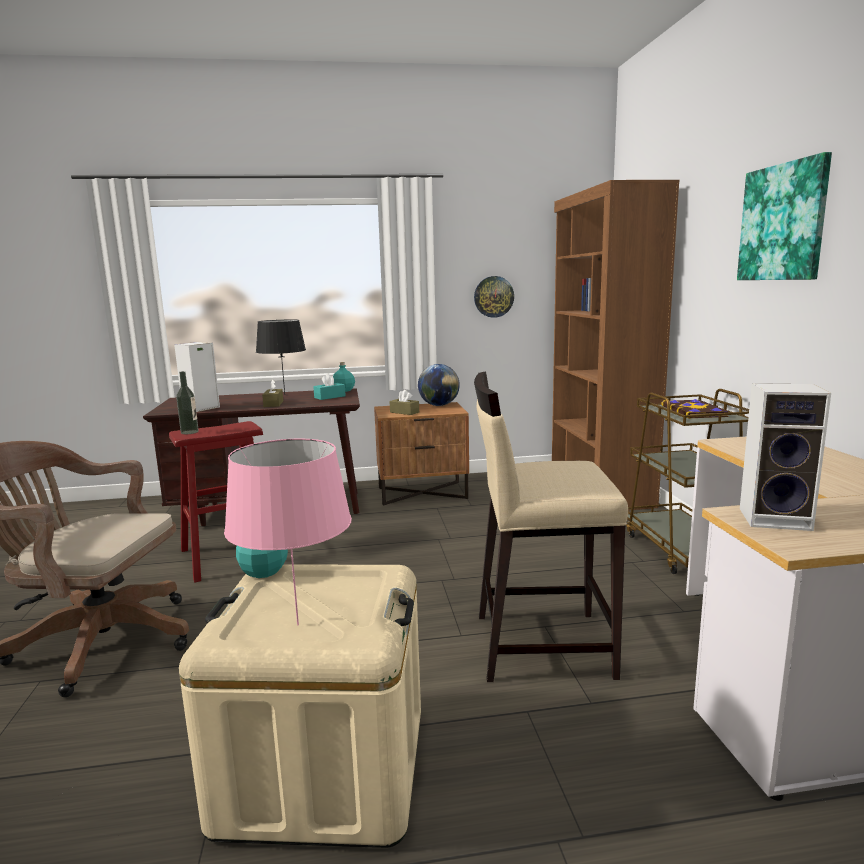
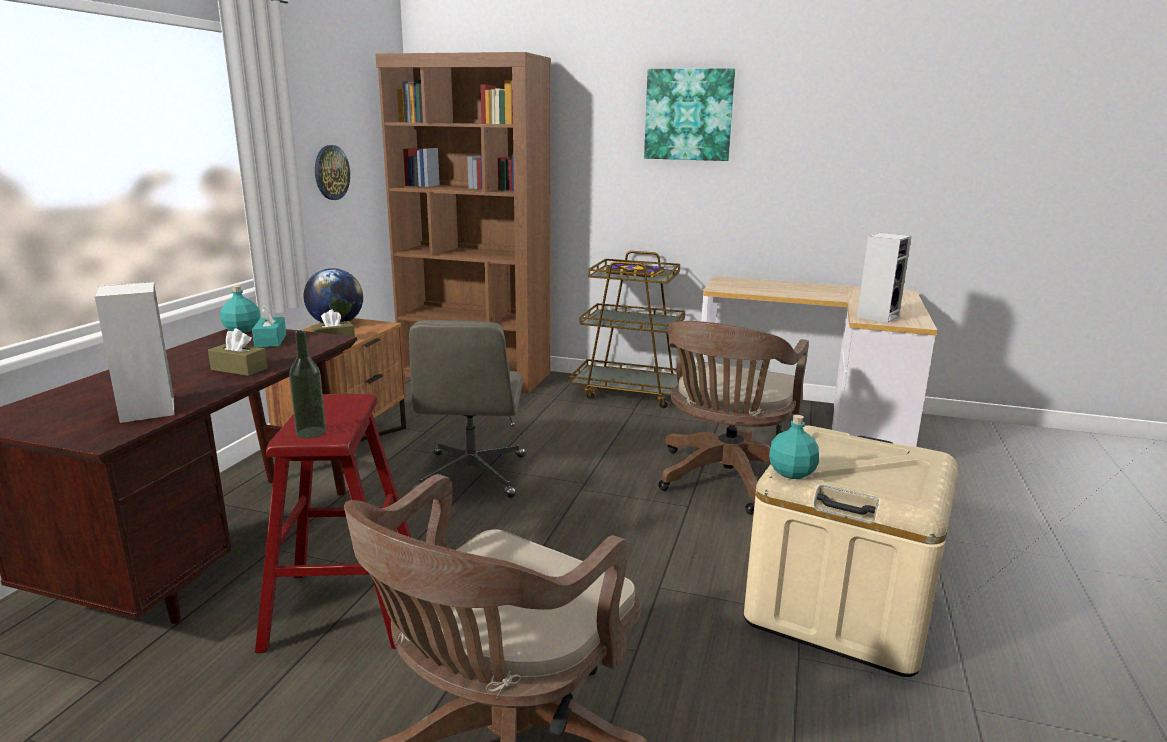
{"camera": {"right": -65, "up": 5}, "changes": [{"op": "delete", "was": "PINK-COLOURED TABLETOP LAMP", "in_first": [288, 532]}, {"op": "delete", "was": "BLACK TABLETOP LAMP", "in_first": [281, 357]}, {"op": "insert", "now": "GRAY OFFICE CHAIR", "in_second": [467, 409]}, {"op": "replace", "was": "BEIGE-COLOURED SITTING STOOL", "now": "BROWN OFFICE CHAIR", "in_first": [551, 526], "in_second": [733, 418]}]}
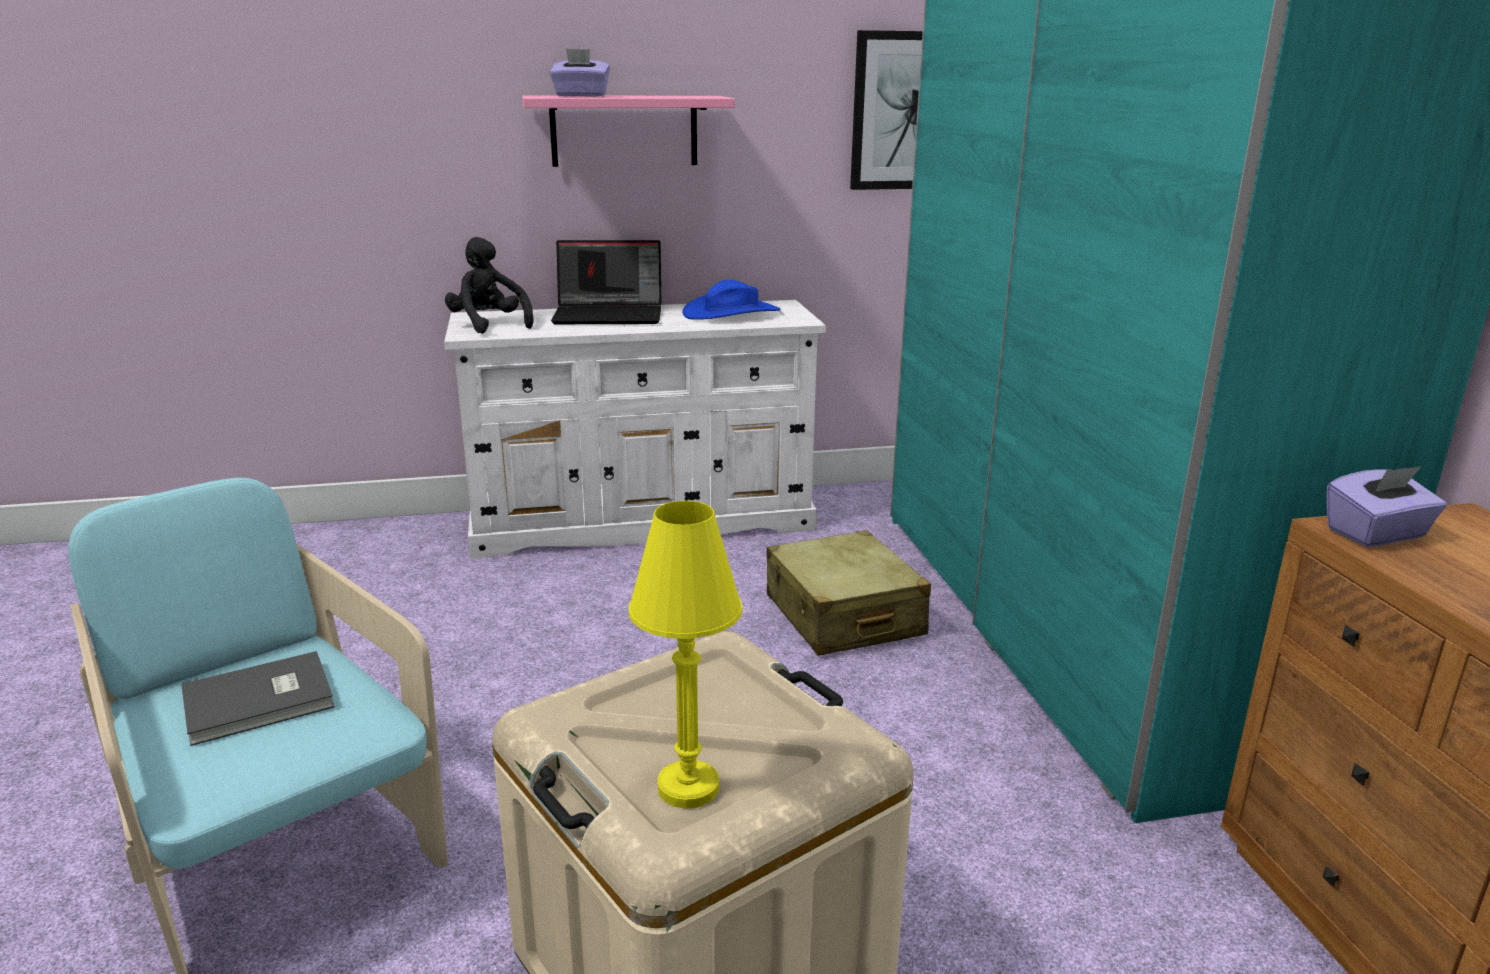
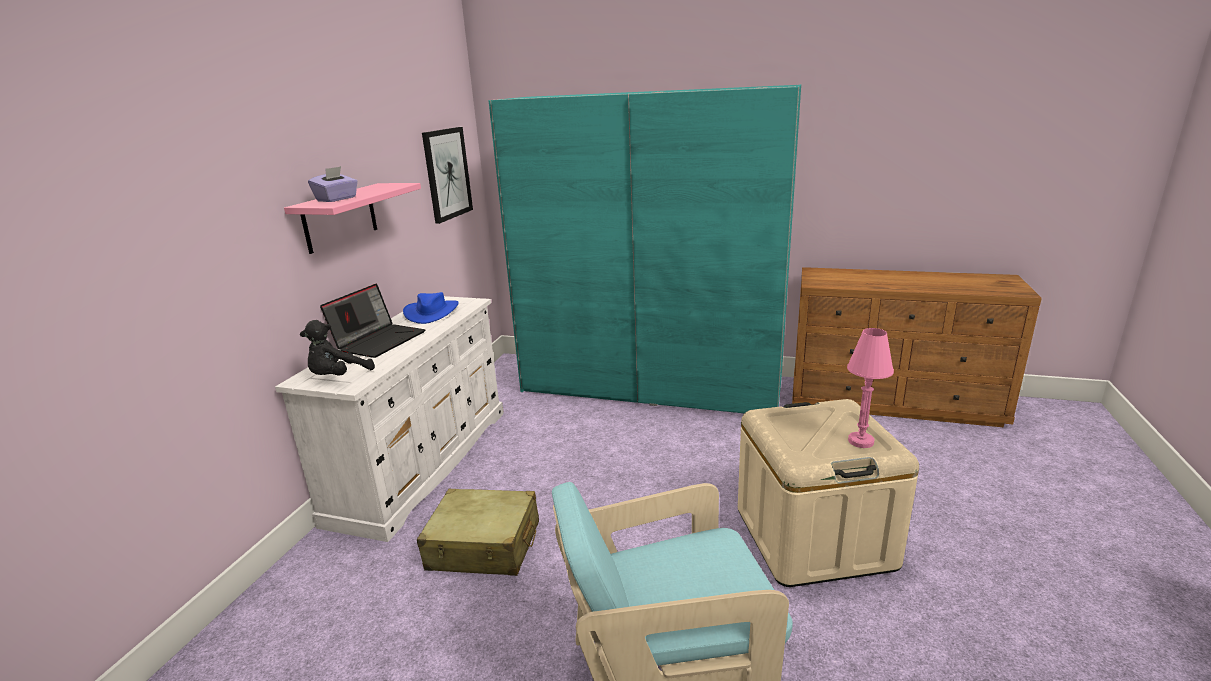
{"camera": {"right": -60, "up": 0}, "changes": [{"op": "delete", "was": "GRAY BOUND BOOK", "in_first": [258, 698]}, {"op": "delete", "was": "PURPLE TISSUE BOX", "in_first": [1387, 506]}, {"op": "move", "was": "BEIGE-COLOURED PIECE OF LUGGAGE", "in_first": [849, 593], "in_second": [478, 532]}, {"op": "recolor", "was": "YELLOWISH TABLETOP LAMP", "now": "PINK-COLOURED TABLETOP LAMP", "in_first": [686, 655], "in_second": [870, 388]}, {"op": "rotate", "was": "BLACK SOFT TOY", "in_first": [489, 285], "in_second": [337, 348], "clockwise": -45}]}
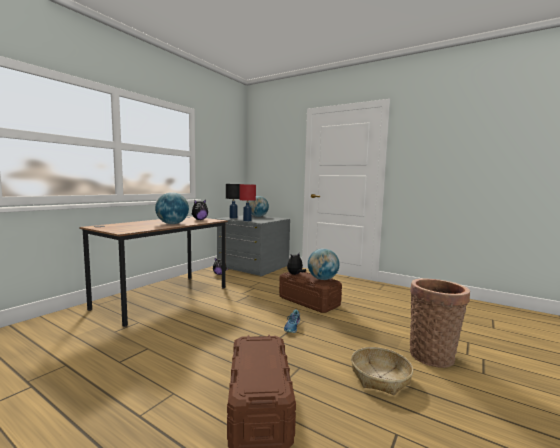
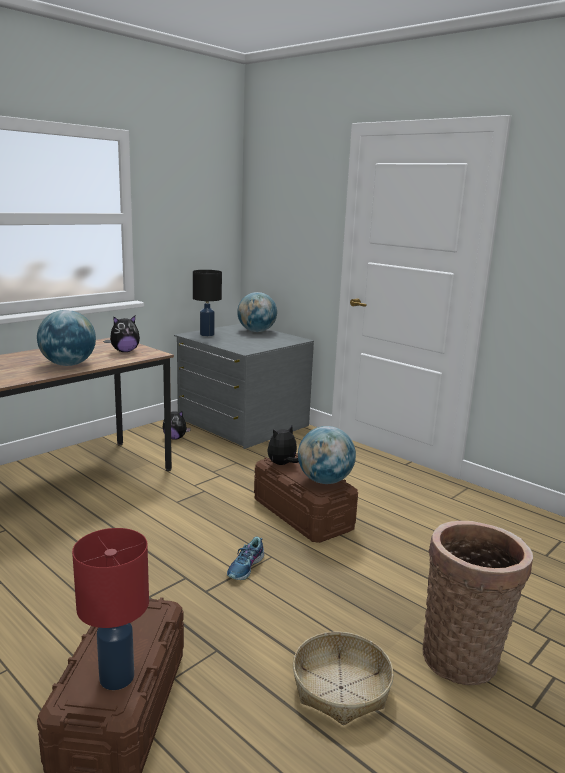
{"camera": {"right": 10, "up": 10}, "changes": [{"op": "move", "was": "RED TABLETOP LAMP", "in_first": [247, 202], "in_second": [110, 609]}]}
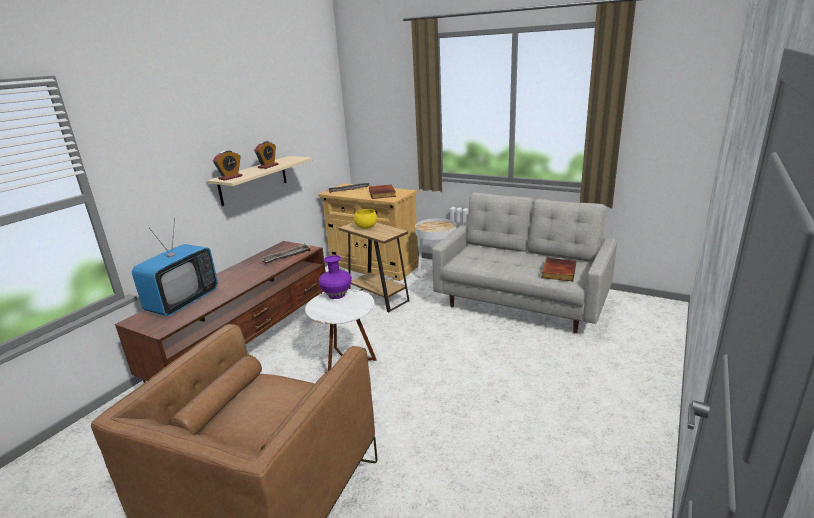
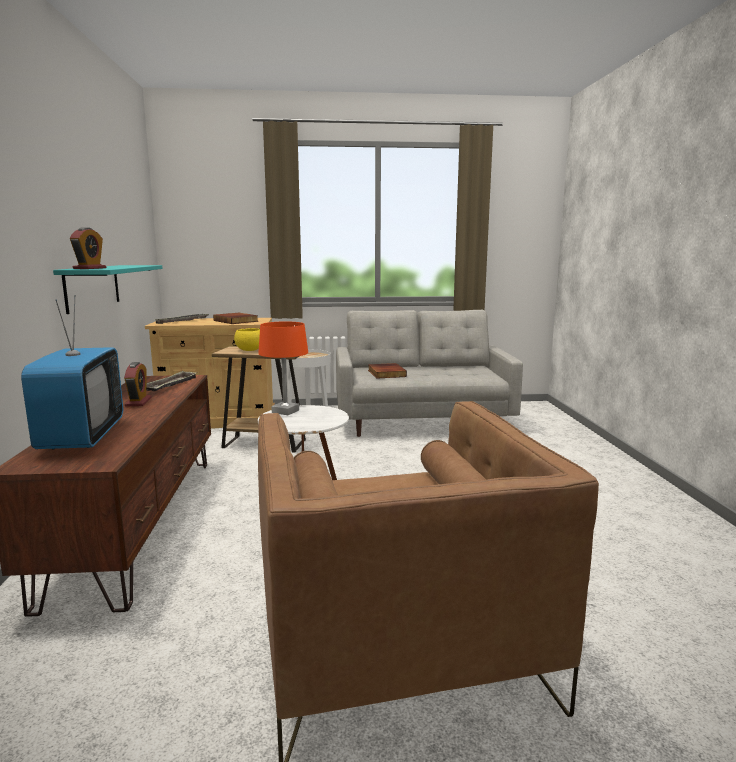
{"camera": {"right": -35, "up": -10}, "changes": [{"op": "move", "was": "ALARM CLOCK", "in_first": [266, 155], "in_second": [137, 384]}, {"op": "move", "was": "BOUND BOOK", "in_first": [558, 269], "in_second": [387, 371]}, {"op": "replace", "was": "PURPLE VASE", "now": "ORANGE TABLETOP LAMP", "in_first": [335, 277], "in_second": [283, 368]}, {"op": "recolor", "was": "BEIGE-COLOURED WALL SHELF", "now": "TURQUOISE-COLOURED WALL SHELF", "in_first": [259, 181], "in_second": [108, 289]}]}
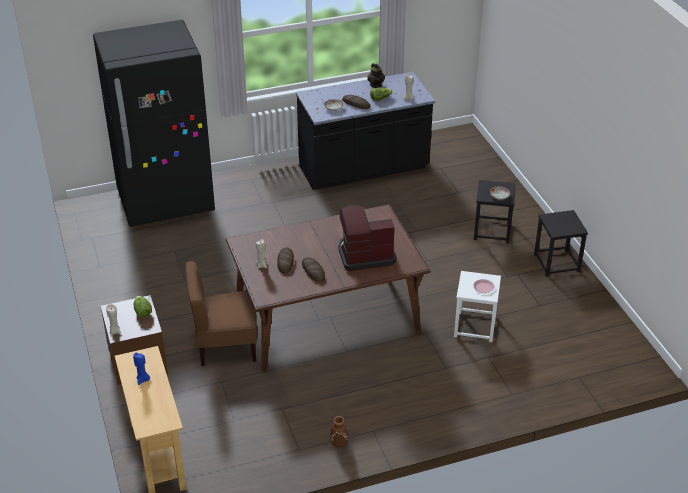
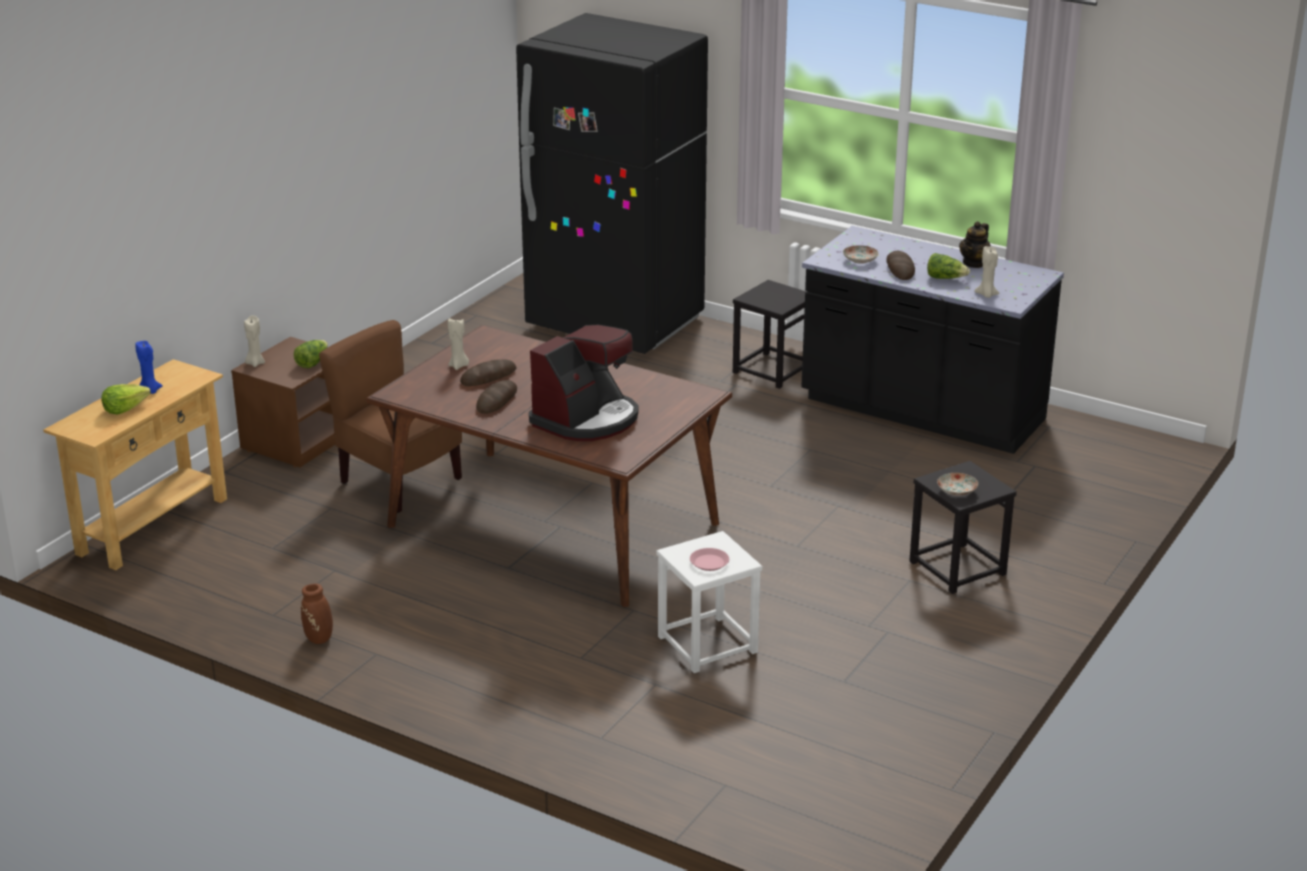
{"camera": {"right": 50, "up": -10}, "changes": [{"op": "insert", "now": "LETTUCE", "in_second": [126, 399]}, {"op": "move", "was": "BLACK SITTING STOOL", "in_first": [561, 243], "in_second": [769, 334]}, {"op": "rotate", "was": "COFFEE MACHINE", "in_first": [367, 238], "in_second": [584, 383], "clockwise": 90}]}
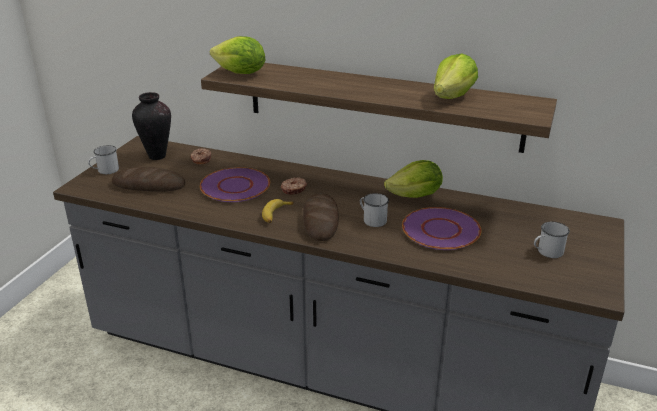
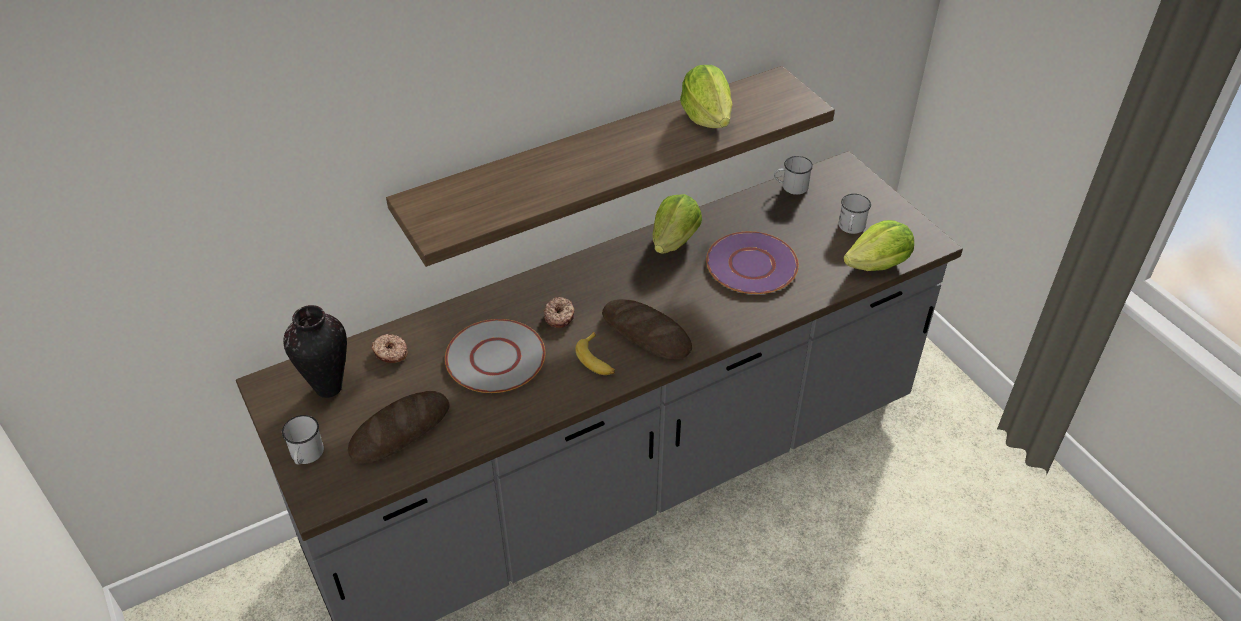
{"camera": {"right": -50, "up": 15}, "changes": [{"op": "move", "was": "LETTUCE", "in_first": [237, 55], "in_second": [878, 245]}, {"op": "move", "was": "WHITE TEA MUG", "in_first": [374, 210], "in_second": [793, 175]}, {"op": "recolor", "was": "PURPLE FLAT DISH", "now": "GRAY FLAT DISH", "in_first": [235, 184], "in_second": [495, 356]}]}
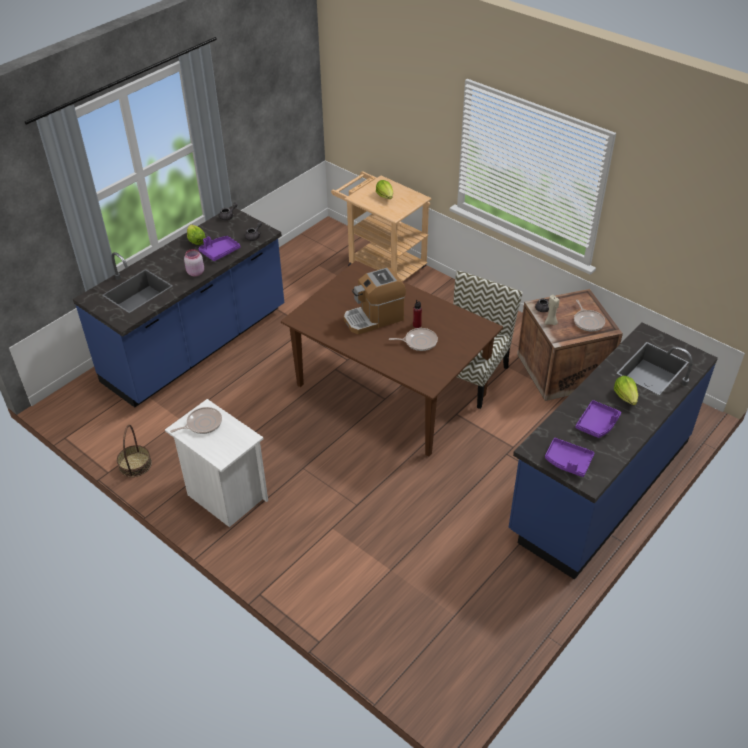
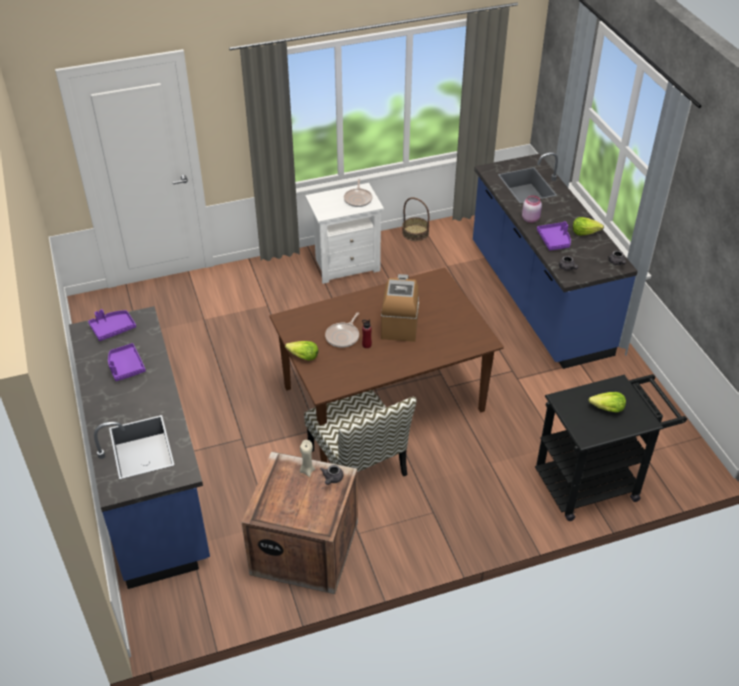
{"camera": {"right": 120, "up": 0}, "changes": [{"op": "delete", "was": "PAN", "in_first": [589, 315]}, {"op": "move", "was": "LETTUCE", "in_first": [626, 390], "in_second": [302, 351]}, {"op": "recolor", "was": "BEIGE-COLOURED WHEELED CART", "now": "BLACK WHEELED CART", "in_first": [381, 226], "in_second": [611, 447]}]}
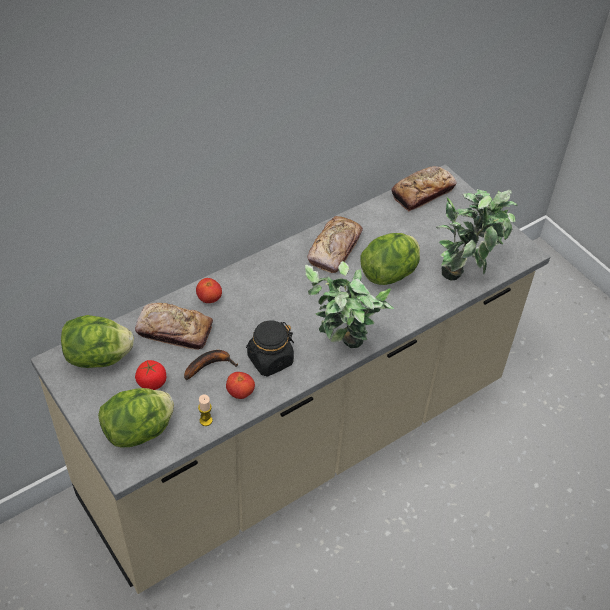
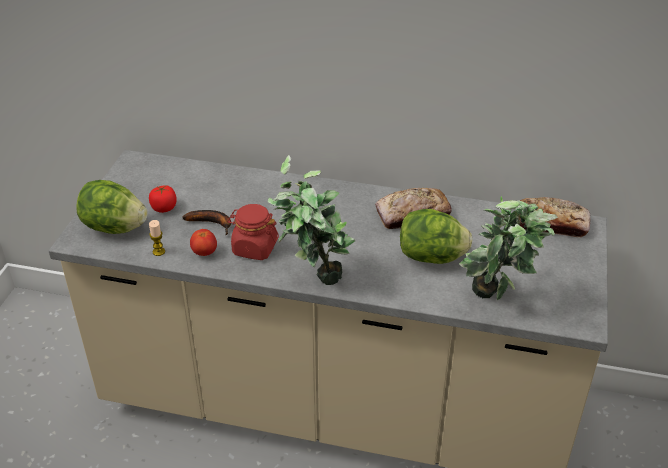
{"camera": {"right": 50, "up": -10}, "changes": [{"op": "delete", "was": "LETTUCE", "in_first": [97, 341]}, {"op": "delete", "was": "BAKED BREAD", "in_first": [174, 326]}, {"op": "delete", "was": "FRESH TOMATO", "in_first": [209, 290]}, {"op": "recolor", "was": "BLACK JAR", "now": "RED JAR", "in_first": [270, 348], "in_second": [253, 232]}]}
